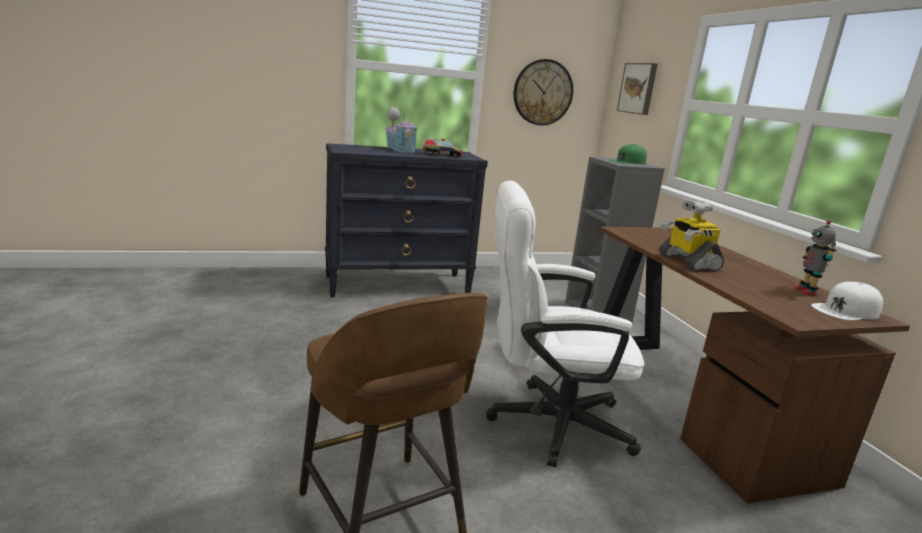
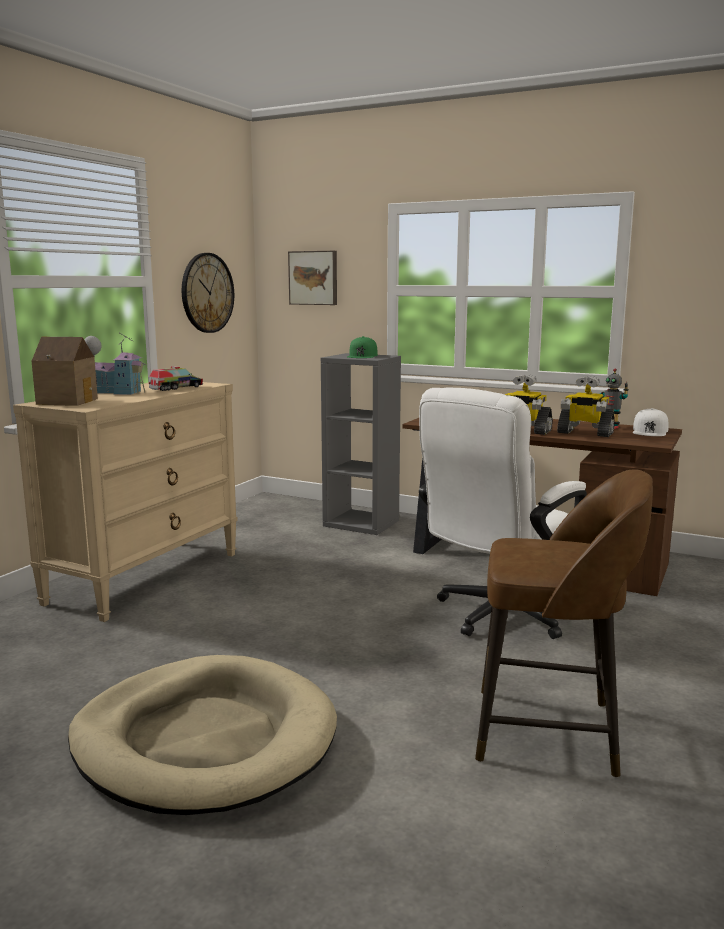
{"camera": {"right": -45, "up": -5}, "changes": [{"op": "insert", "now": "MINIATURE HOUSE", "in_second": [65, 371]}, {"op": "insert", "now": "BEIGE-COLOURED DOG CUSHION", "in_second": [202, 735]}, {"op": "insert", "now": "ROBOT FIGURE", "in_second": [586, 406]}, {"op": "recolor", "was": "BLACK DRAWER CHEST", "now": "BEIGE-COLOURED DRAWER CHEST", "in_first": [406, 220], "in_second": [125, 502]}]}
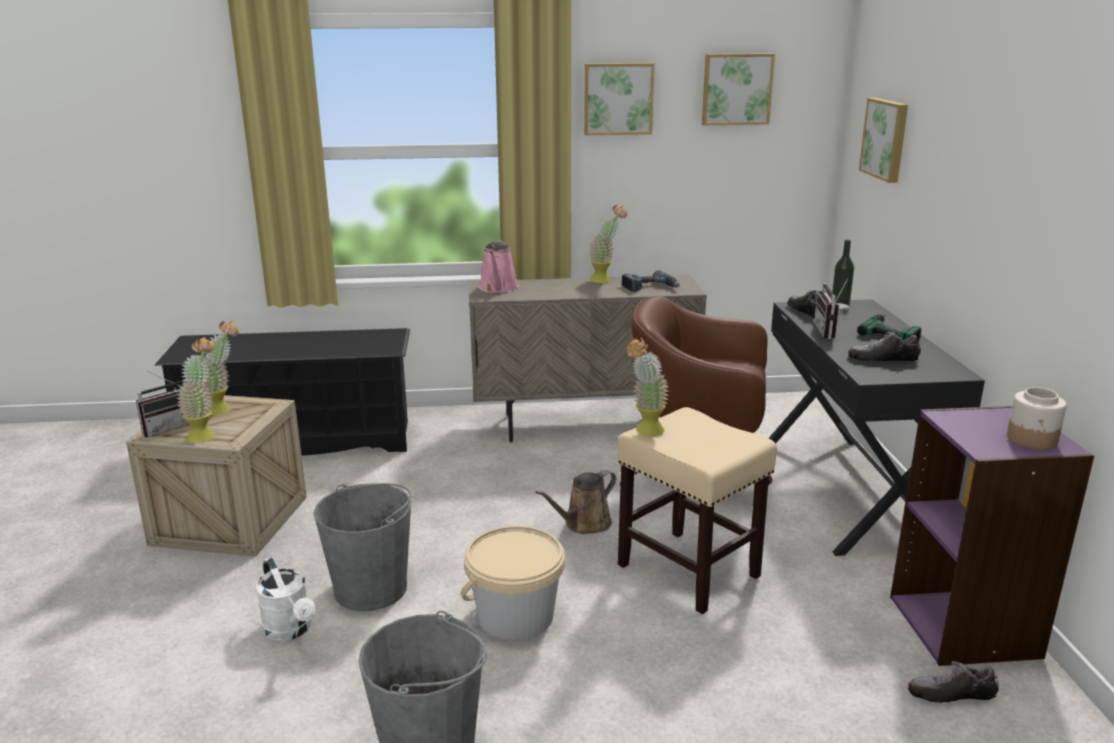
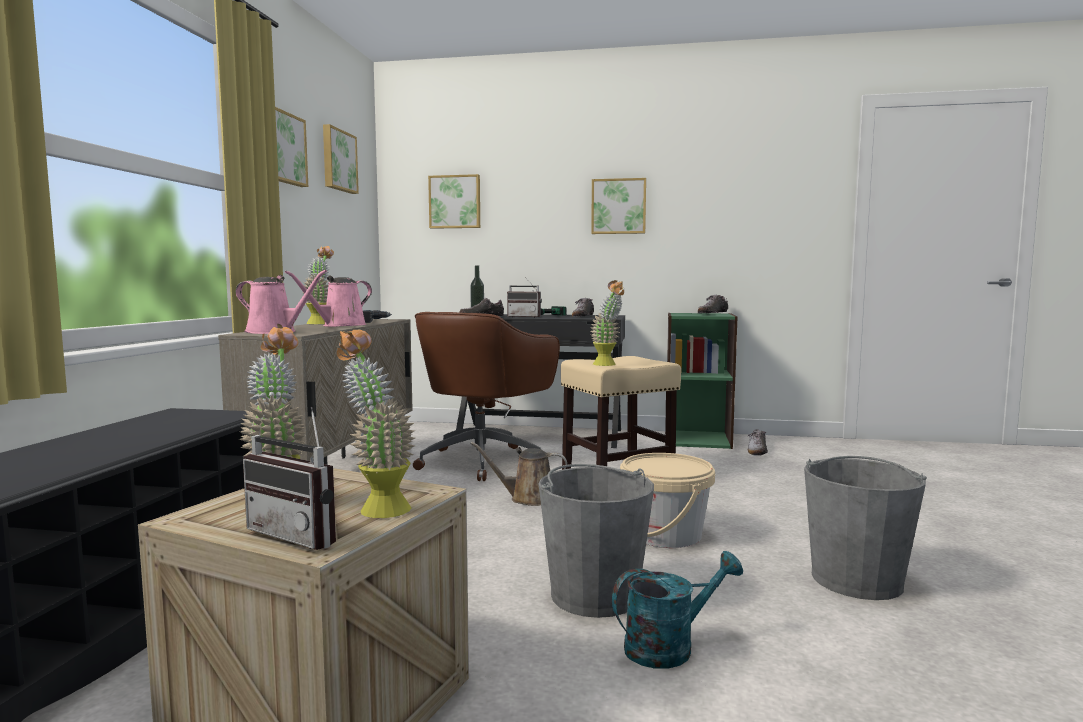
{"camera": {"right": -75, "up": -15}, "changes": [{"op": "insert", "now": "PINK-COLOURED WATERING CAN", "in_second": [328, 299]}, {"op": "insert", "now": "WALL ART", "in_second": [618, 206]}, {"op": "replace", "was": "JAR", "now": "LOW SHOE", "in_first": [1037, 418], "in_second": [713, 304]}, {"op": "recolor", "was": "WHITE WATERING CAN", "now": "TURQUOISE-COLOURED WATERING CAN", "in_first": [285, 599], "in_second": [677, 610]}, {"op": "recolor", "was": "PURPLE BOOKSHELF", "now": "GREEN-COLOURED BOOKSHELF", "in_first": [992, 536], "in_second": [702, 381]}, {"op": "rotate", "was": "RADIO SET", "in_first": [162, 403], "in_second": [289, 478], "clockwise": 150}, {"op": "rotate", "was": "BROWN WATERING CAN", "in_first": [575, 502], "in_second": [519, 474], "clockwise": 120}]}
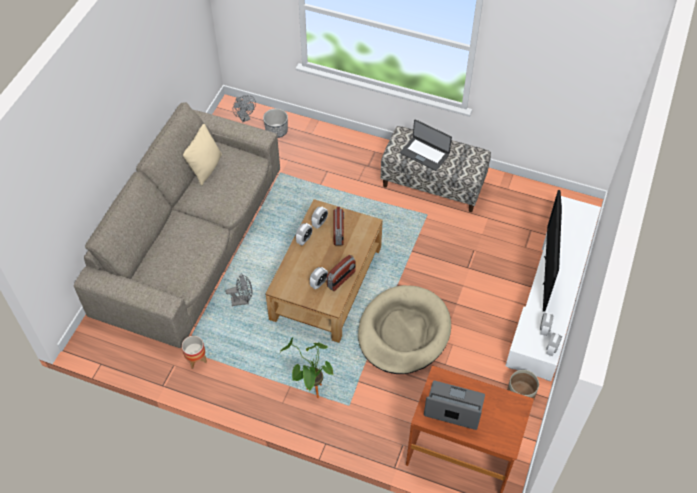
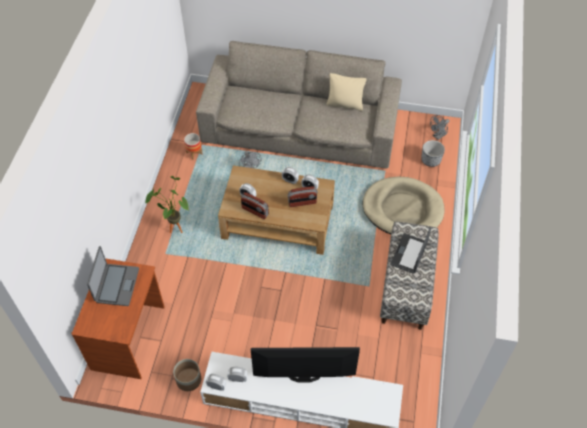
{"camera": {"right": 80, "up": 0}, "changes": [{"op": "move", "was": "BEIGE-COLOURED DOG CUSHION", "in_first": [404, 329], "in_second": [403, 205]}]}
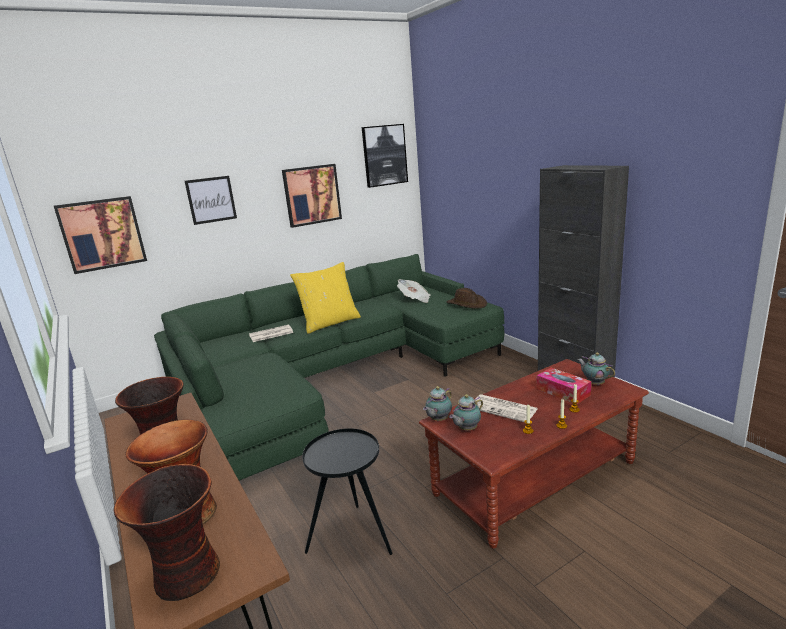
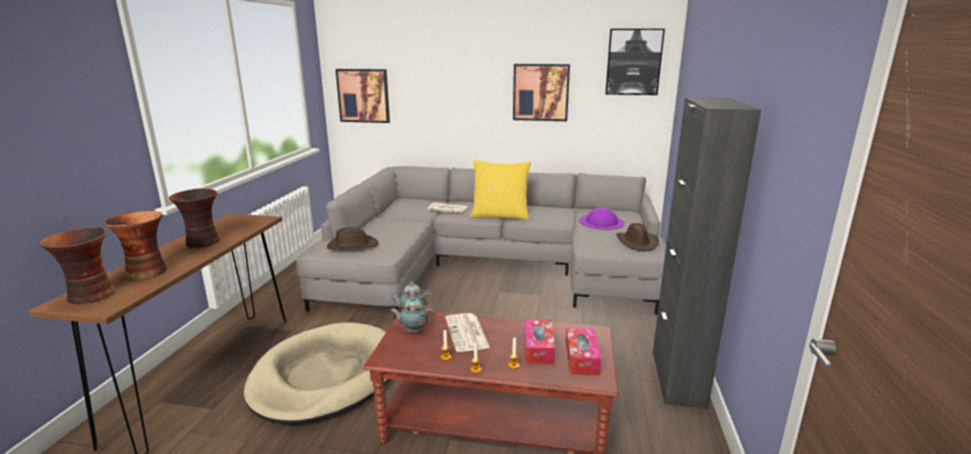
{"camera": {"right": 40, "up": 0}, "changes": [{"op": "delete", "was": "WALL ART", "in_first": [211, 200]}, {"op": "insert", "now": "BROWN WEARABLE HAT", "in_second": [353, 238]}, {"op": "replace", "was": "BLACK END TABLE", "now": "BEIGE-COLOURED DOG CUSHION", "in_first": [347, 491], "in_second": [316, 374]}, {"op": "replace", "was": "DAILY PAPER", "now": "PURPLE WEARABLE HAT", "in_first": [414, 291], "in_second": [602, 218]}, {"op": "replace", "was": "TEAPOT", "now": "TISSUE BOX", "in_first": [596, 369], "in_second": [583, 351]}, {"op": "recolor", "was": "GREEN-COLOURED SETTEE", "now": "GRAY SETTEE", "in_first": [329, 367], "in_second": [481, 242]}]}
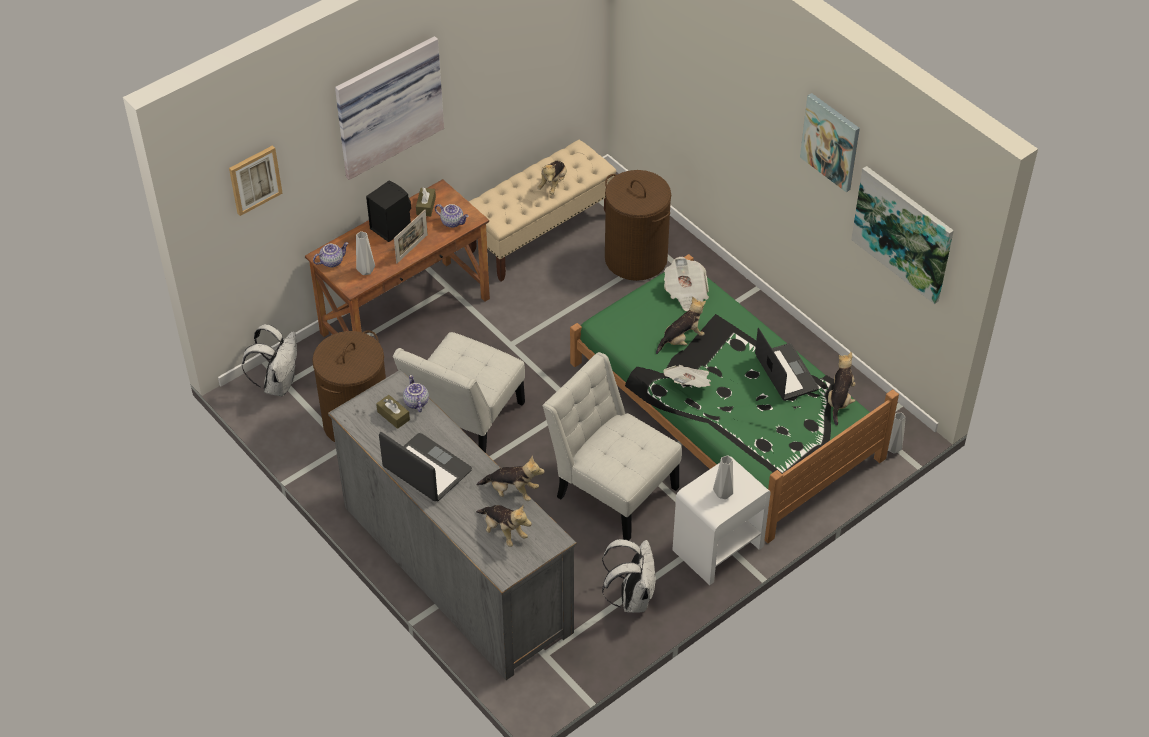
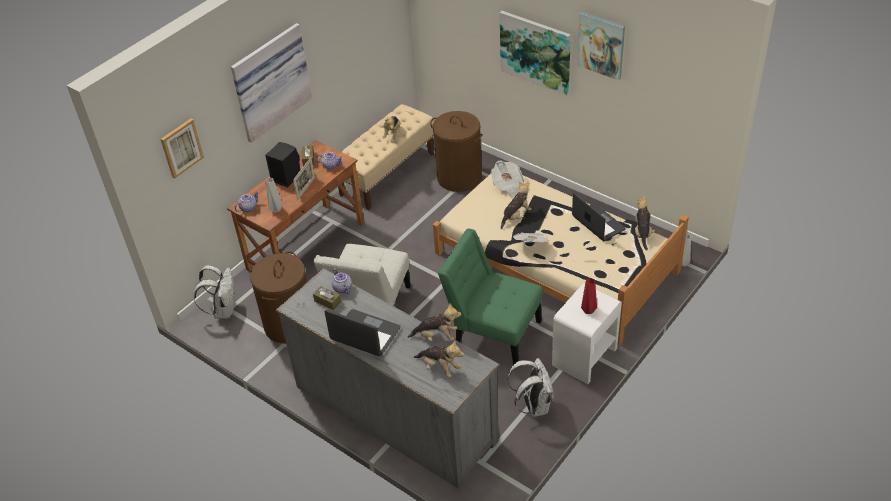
{"camera": {"right": -10, "up": -5}, "changes": [{"op": "move", "was": "WALL ART", "in_first": [902, 235], "in_second": [535, 53]}, {"op": "recolor", "was": "WHITE PLAIN CHAIR", "now": "GREEN-COLOURED PLAIN CHAIR", "in_first": [612, 446], "in_second": [490, 297]}, {"op": "recolor", "was": "GREEN-COLOURED SLEEPING BED", "now": "BEIGE-COLOURED SLEEPING BED", "in_first": [734, 398], "in_second": [561, 260]}, {"op": "recolor", "was": "GRAY VASE", "now": "RED VASE", "in_first": [723, 477], "in_second": [589, 296]}]}
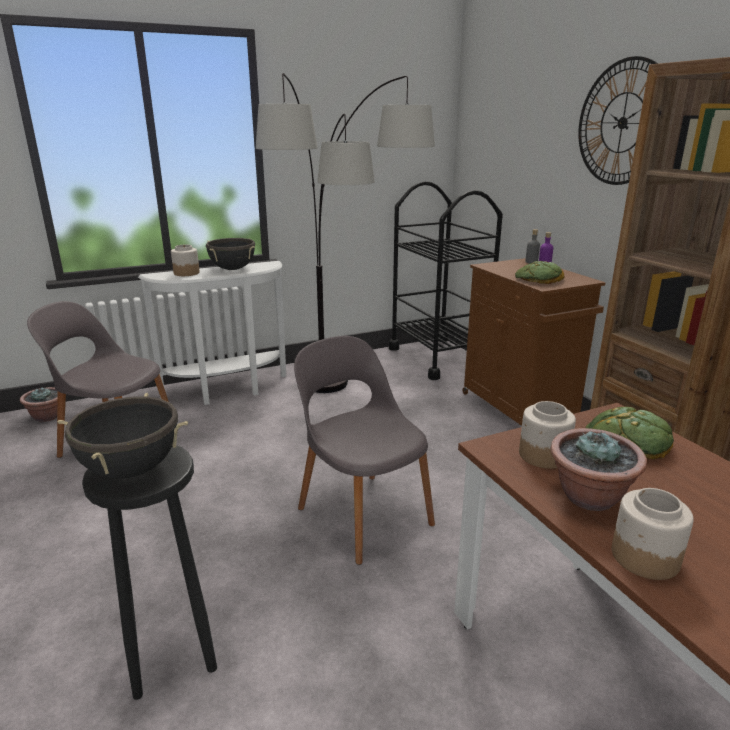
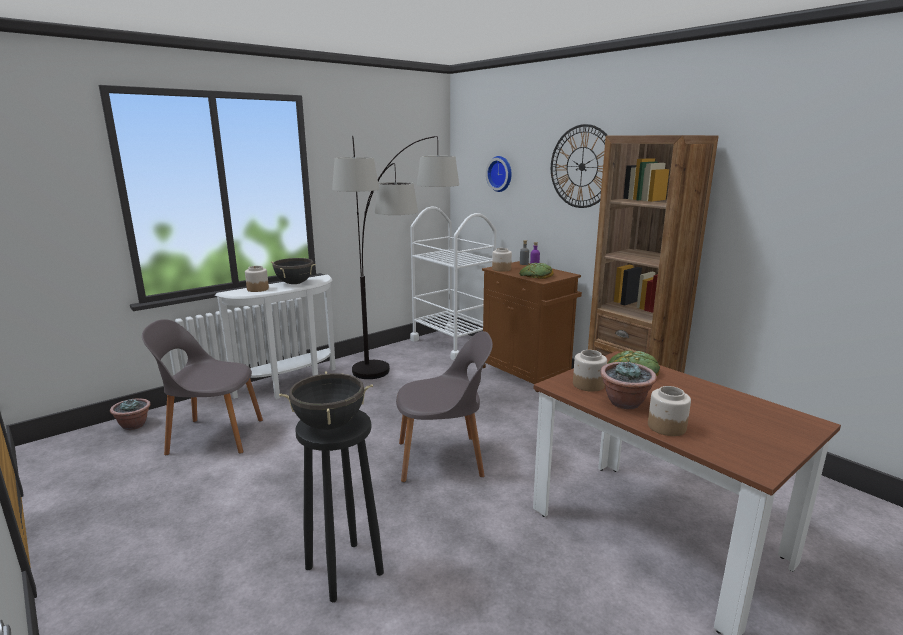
{"camera": {"right": -15, "up": -5}, "changes": [{"op": "insert", "now": "HANGING CLOCK", "in_second": [499, 174]}, {"op": "insert", "now": "JAR", "in_second": [502, 259]}, {"op": "recolor", "was": "BLACK WHEELED CART", "now": "WHITE WHEELED CART", "in_first": [446, 280], "in_second": [453, 283]}, {"op": "rotate", "was": "GRAY PLAIN CHAIR", "in_first": [364, 450], "in_second": [444, 406], "clockwise": 135}]}
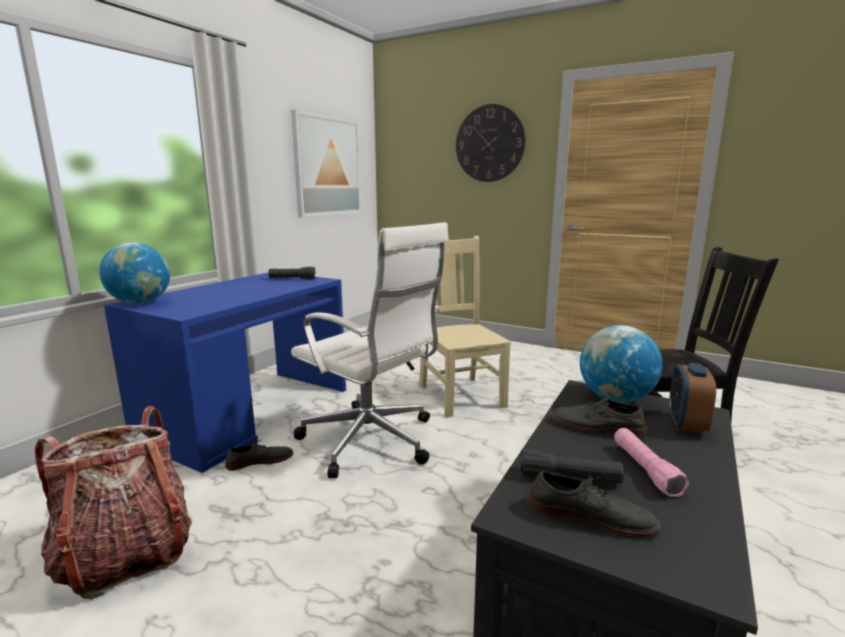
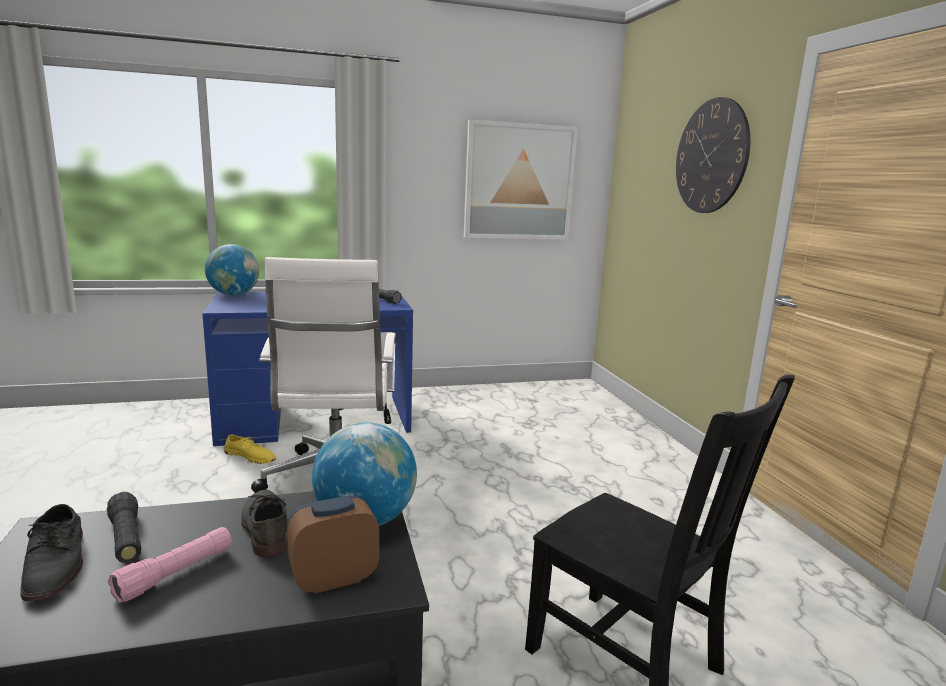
{"camera": {"right": 45, "up": 0}, "changes": [{"op": "delete", "was": "RUCKSACK", "in_first": [113, 503]}, {"op": "delete", "was": "BEIGE-COLOURED PLAIN CHAIR", "in_first": [465, 326]}, {"op": "recolor", "was": "GRAY LOW SHOE", "now": "YELLOWISH LOW SHOE", "in_first": [259, 455], "in_second": [250, 449]}]}
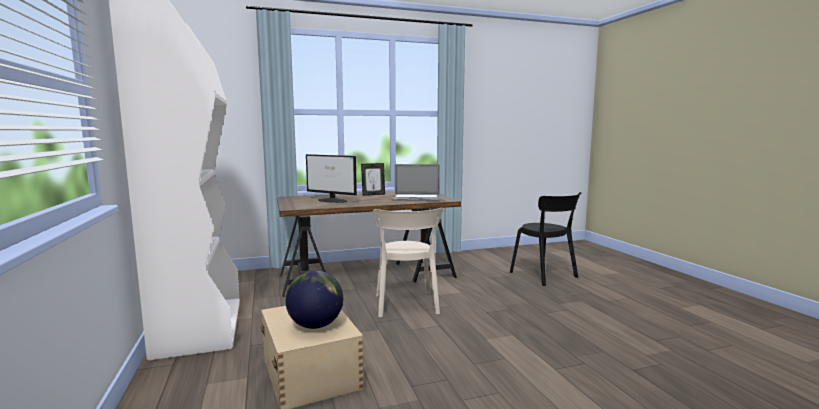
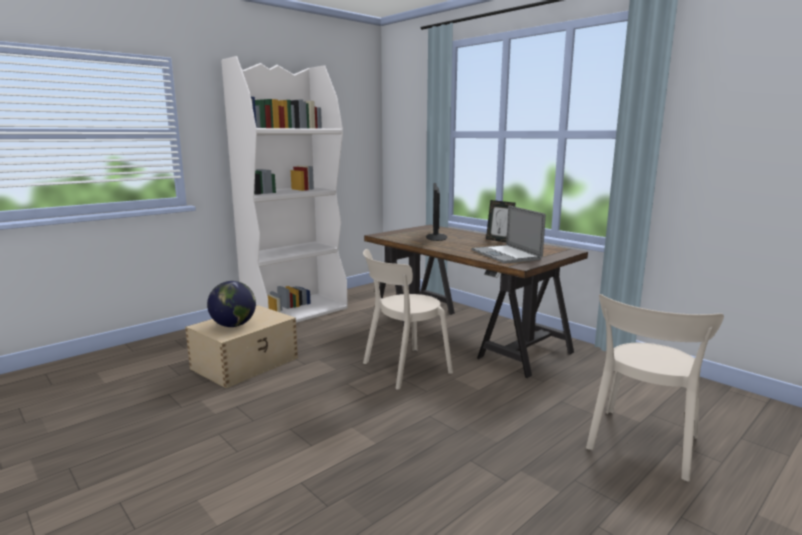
{"camera": {"right": 65, "up": 5}, "changes": [{"op": "recolor", "was": "BLACK PLAIN CHAIR", "now": "BEIGE-COLOURED PLAIN CHAIR", "in_first": [545, 239], "in_second": [655, 388]}]}
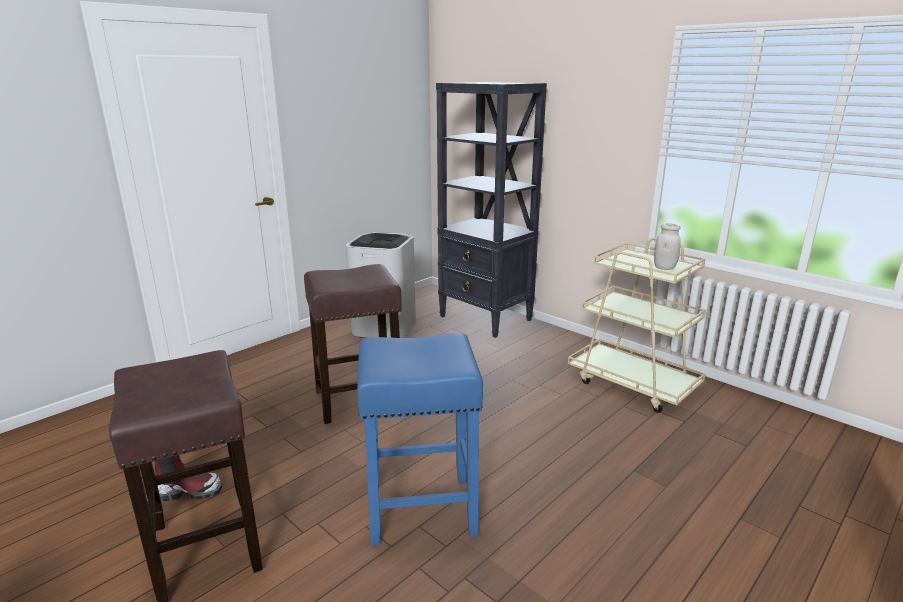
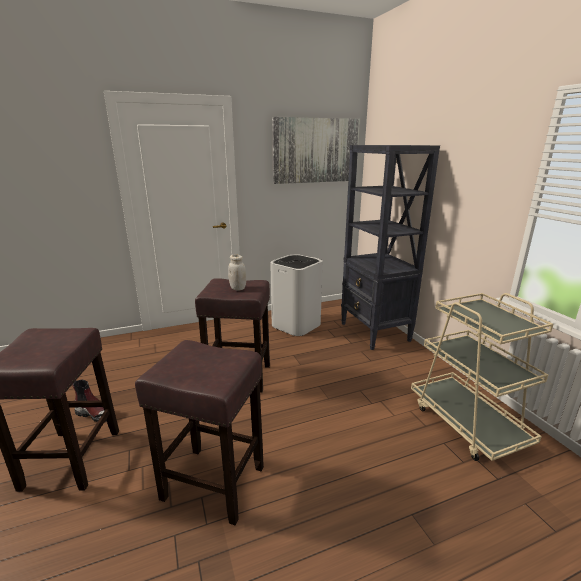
{"camera": {"right": 25, "up": 0}, "changes": [{"op": "insert", "now": "WALL ART", "in_second": [316, 150]}, {"op": "move", "was": "WHITE JAR", "in_first": [667, 246], "in_second": [237, 272]}, {"op": "recolor", "was": "BLUE SITTING STOOL", "now": "BROWN SITTING STOOL", "in_first": [420, 439], "in_second": [199, 432]}]}
